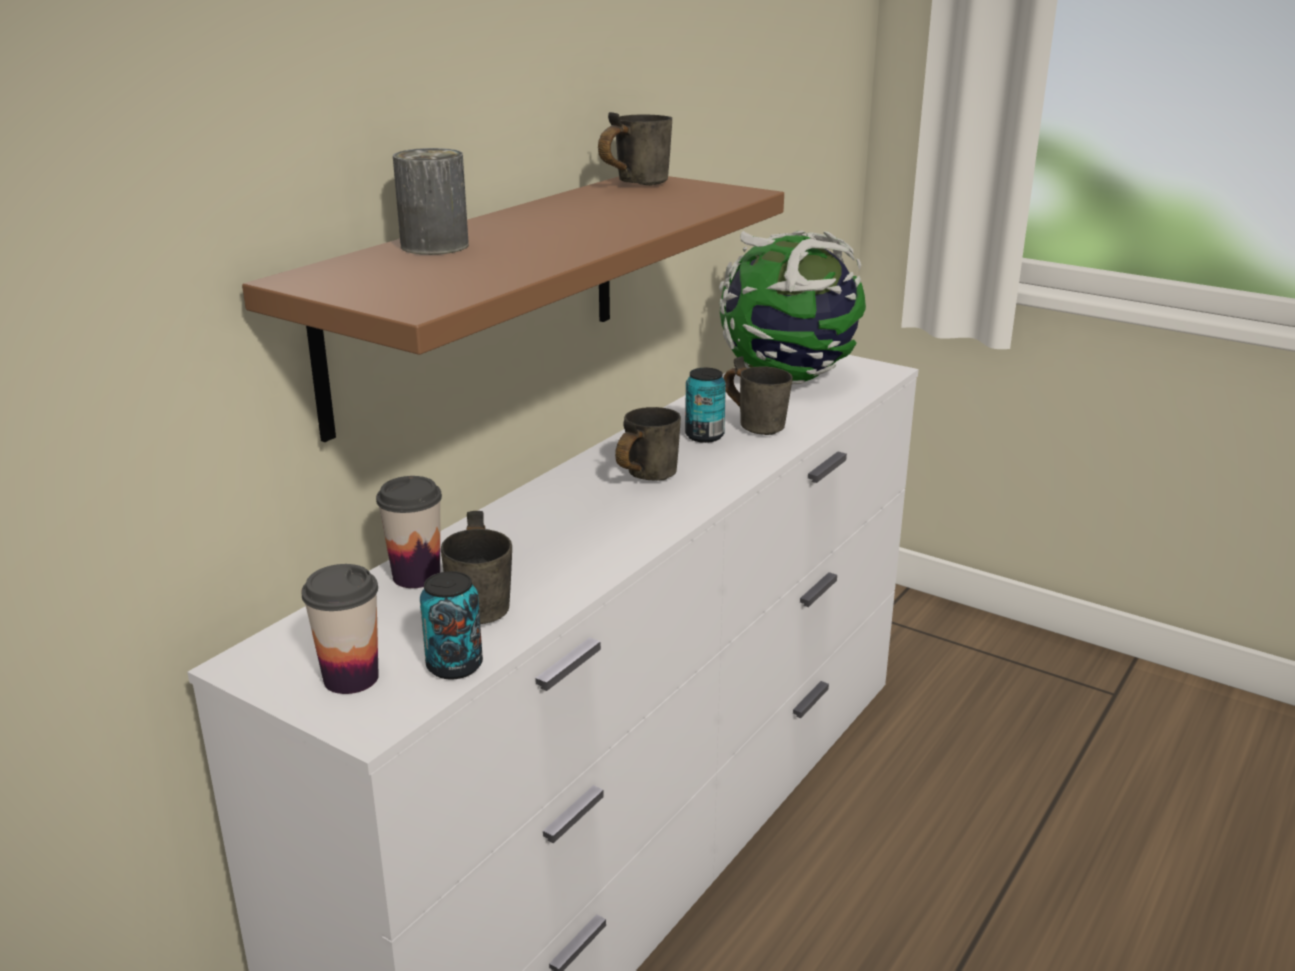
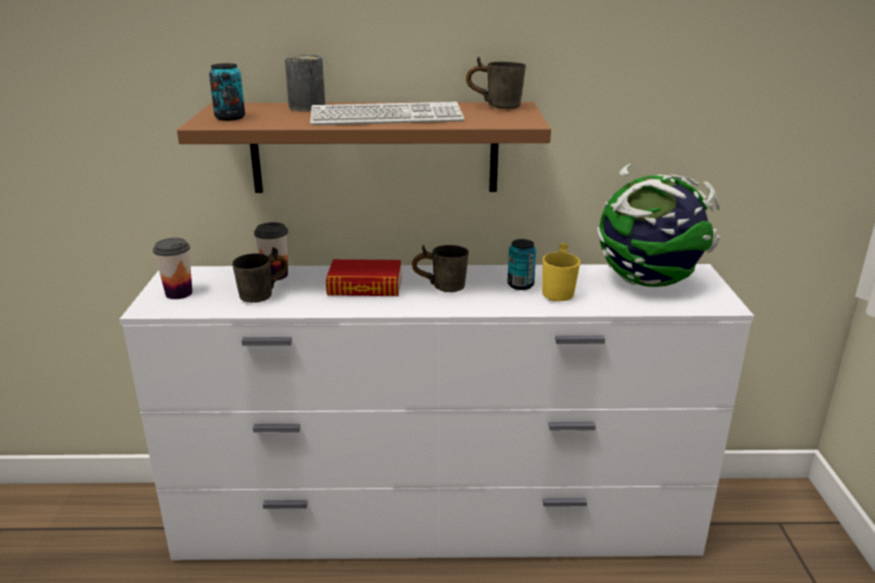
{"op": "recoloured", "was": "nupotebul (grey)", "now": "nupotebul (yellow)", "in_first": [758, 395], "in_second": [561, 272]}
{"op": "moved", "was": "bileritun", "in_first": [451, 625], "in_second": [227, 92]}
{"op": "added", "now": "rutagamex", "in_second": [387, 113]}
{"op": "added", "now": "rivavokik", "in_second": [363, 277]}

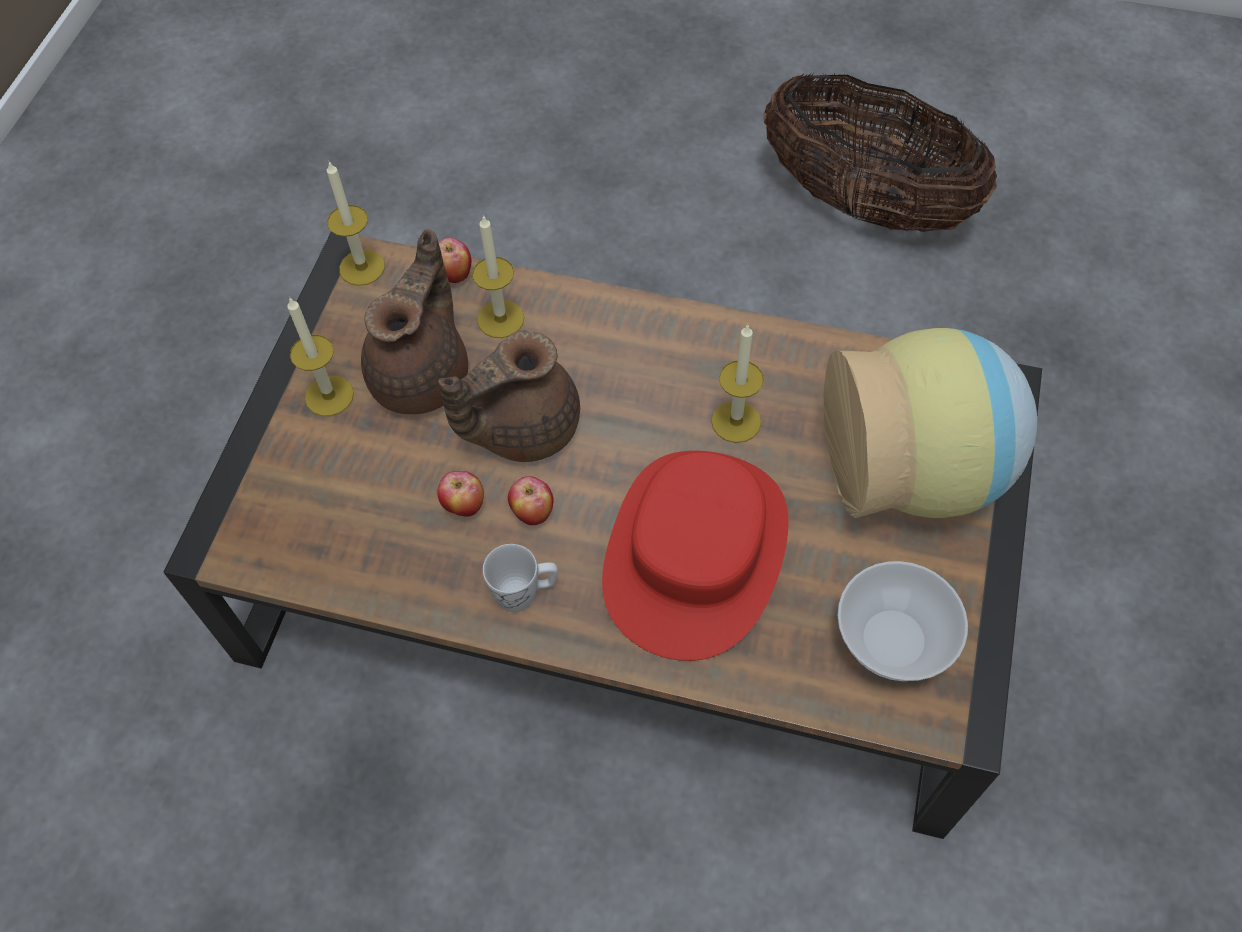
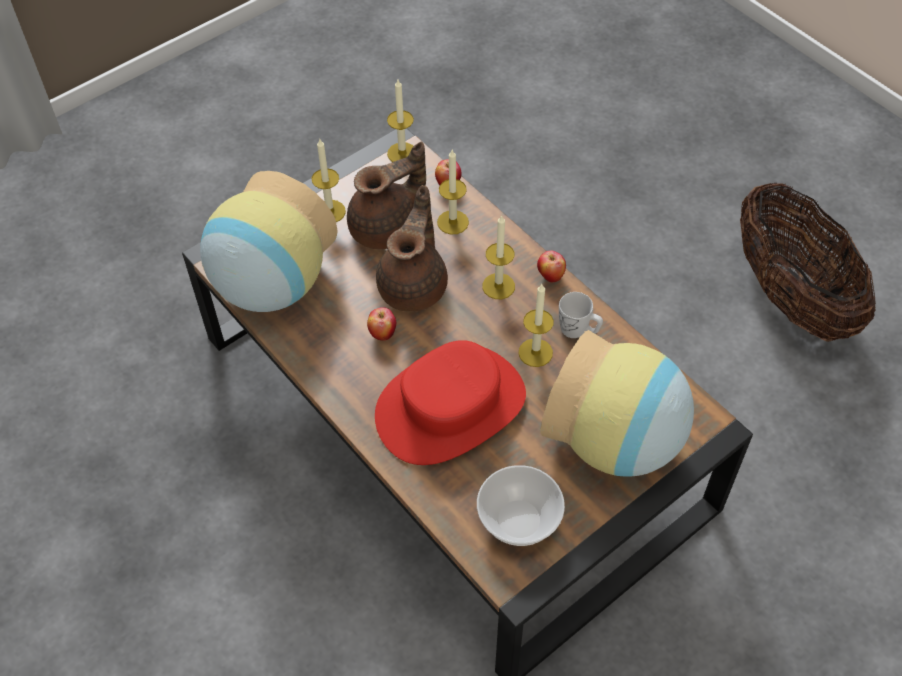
{"op": "turned", "was": "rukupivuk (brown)", "in_first": [509, 396], "in_second": [412, 248], "clockwise": 105}
{"op": "moved", "was": "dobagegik", "in_first": [460, 494], "in_second": [551, 266]}
{"op": "moved", "was": "nupotebul (white)", "in_first": [520, 578], "in_second": [581, 315]}
{"op": "added", "now": "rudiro", "in_second": [269, 241]}
{"op": "added", "now": "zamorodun", "in_second": [498, 256]}

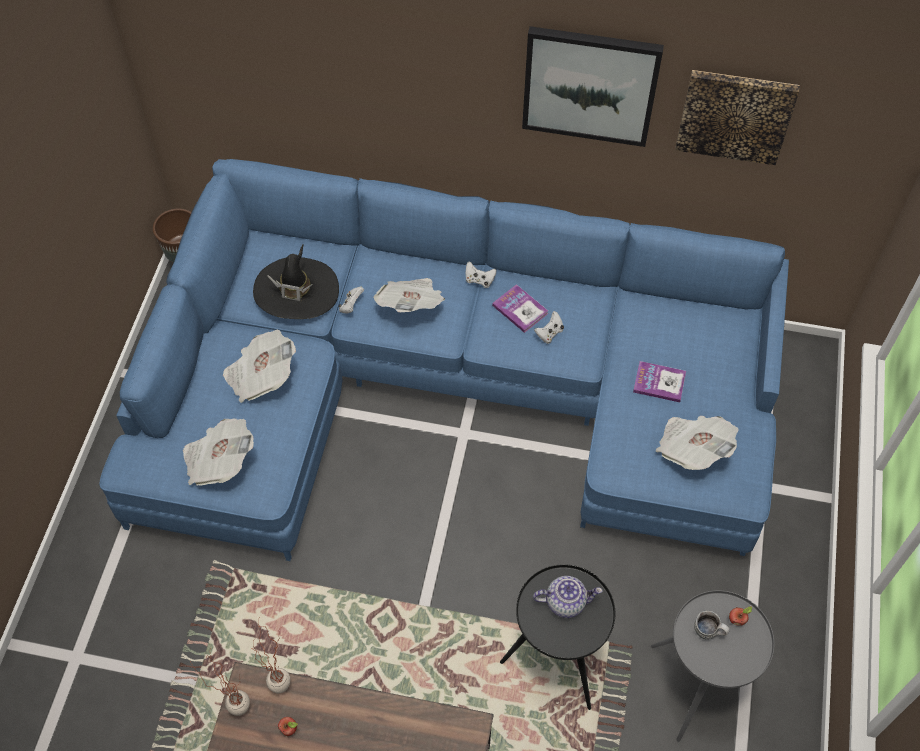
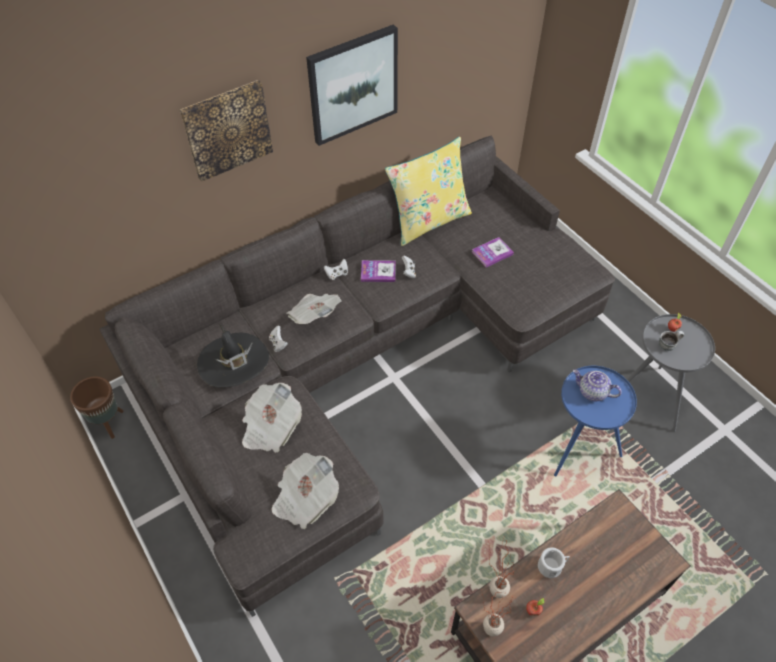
{"op": "moved", "was": "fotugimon", "in_first": [737, 117], "in_second": [226, 131]}
{"op": "recoloured", "was": "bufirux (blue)", "now": "bufirux (grey)", "in_first": [444, 360], "in_second": [357, 376]}
{"op": "removed", "was": "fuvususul", "in_first": [697, 443]}
{"op": "recoloured", "was": "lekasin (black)", "now": "lekasin (blue)", "in_first": [557, 637], "in_second": [595, 421]}
{"op": "turned", "was": "rukupivuk", "in_first": [567, 597], "in_second": [597, 385], "clockwise": -105}
{"op": "added", "now": "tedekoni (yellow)", "in_second": [428, 191]}
{"op": "added", "now": "nupotebul (white)", "in_second": [554, 562]}

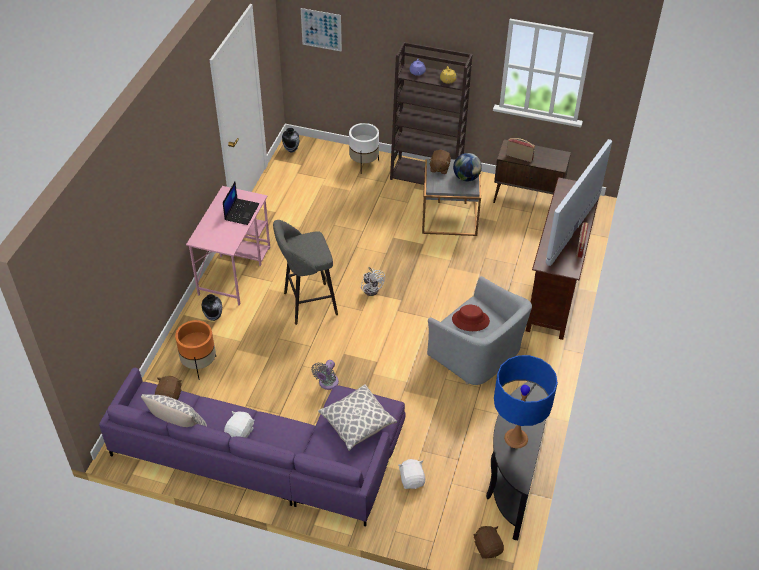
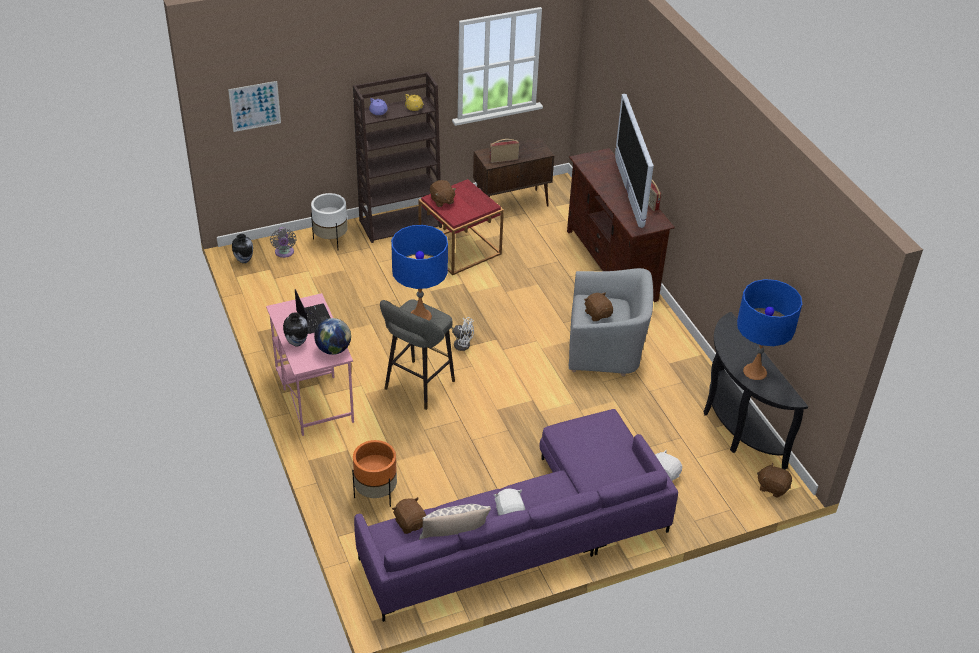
{"op": "moved", "was": "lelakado", "in_first": [467, 167], "in_second": [332, 336]}
{"op": "recoloured", "was": "lekasin (grey)", "now": "lekasin (red)", "in_first": [451, 197], "in_second": [461, 227]}
{"op": "moved", "was": "rudiro", "in_first": [211, 307], "in_second": [295, 329]}
{"op": "replaced", "was": "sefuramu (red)", "now": "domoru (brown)", "in_first": [471, 318], "in_second": [598, 306]}
{"op": "moved", "was": "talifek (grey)", "in_first": [325, 375], "in_second": [283, 242]}
{"op": "removed", "was": "tedekoni", "in_first": [357, 417]}
{"op": "added", "now": "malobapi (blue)", "in_second": [419, 273]}

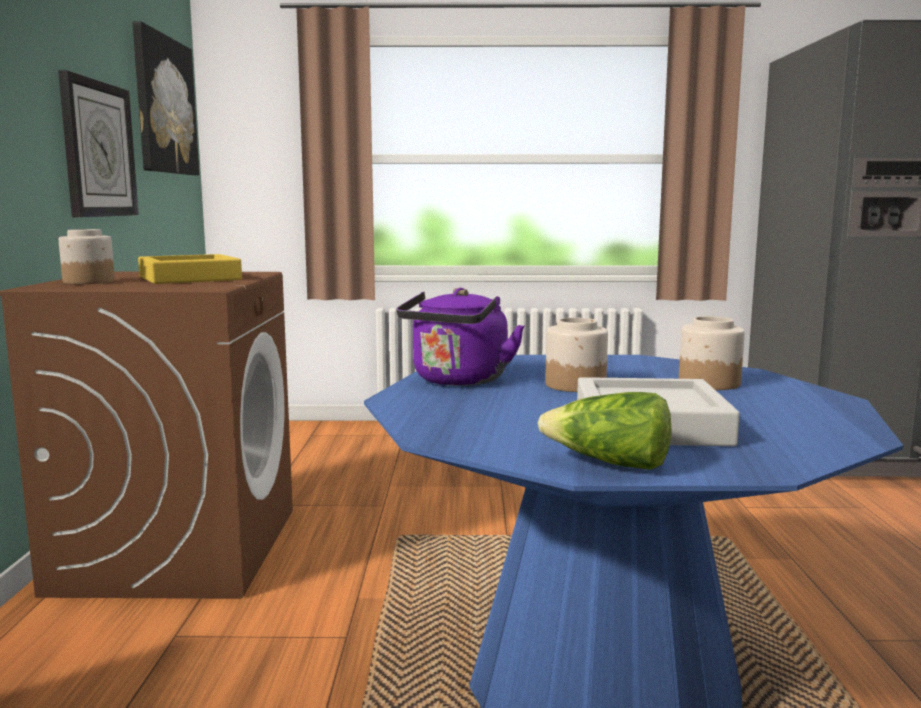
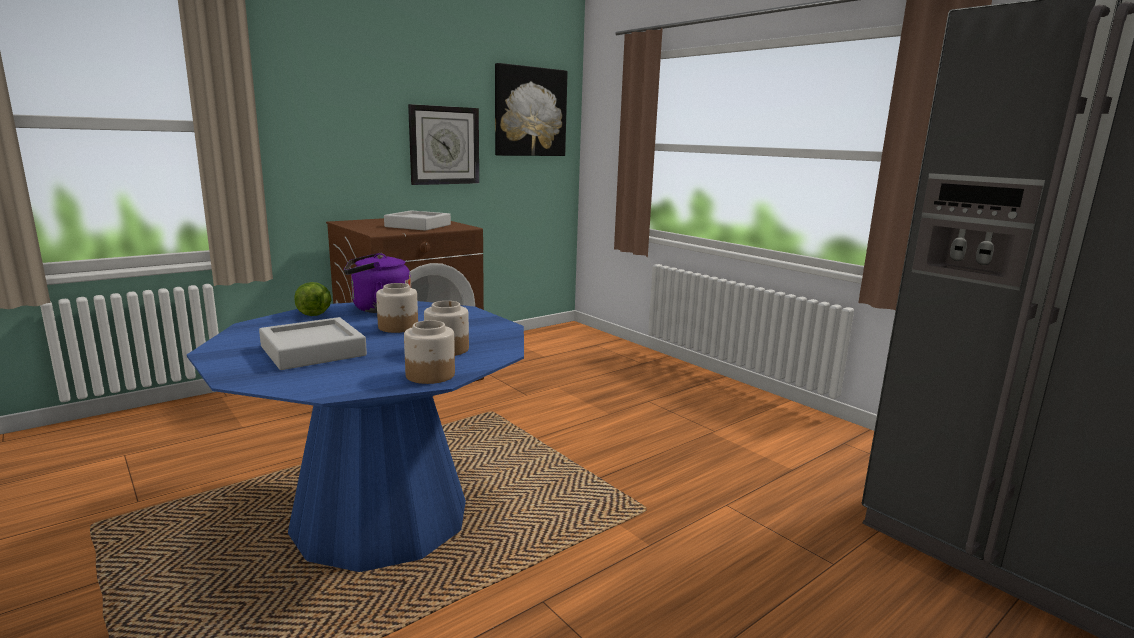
{"op": "moved", "was": "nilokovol", "in_first": [87, 256], "in_second": [429, 352]}
{"op": "recoloured", "was": "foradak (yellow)", "now": "foradak (grey)", "in_first": [190, 269], "in_second": [417, 220]}
{"op": "moved", "was": "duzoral", "in_first": [605, 431], "in_second": [312, 299]}

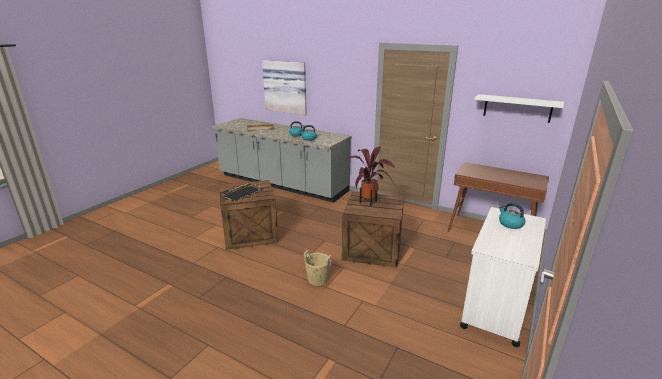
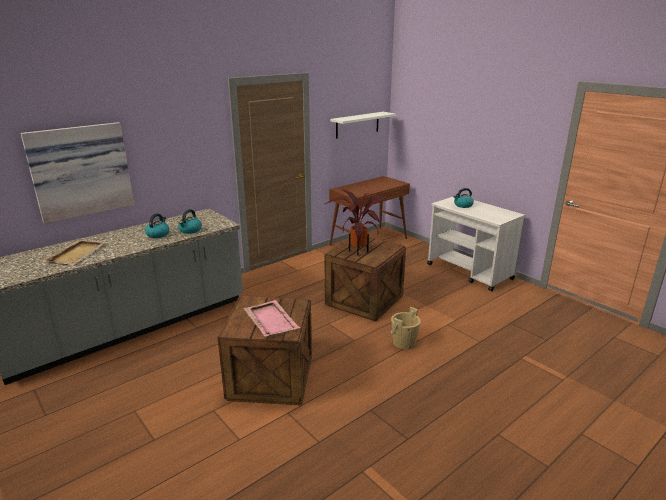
{"op": "recoloured", "was": "foradak (black)", "now": "foradak (pink)", "in_first": [241, 192], "in_second": [272, 318]}

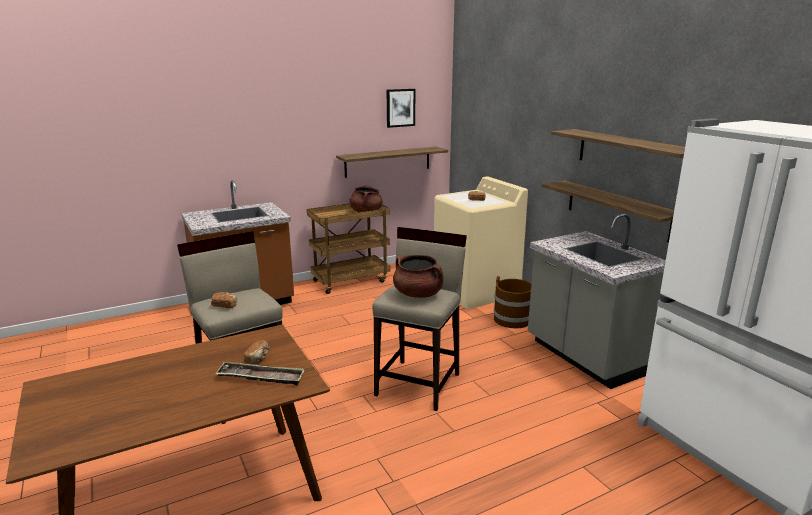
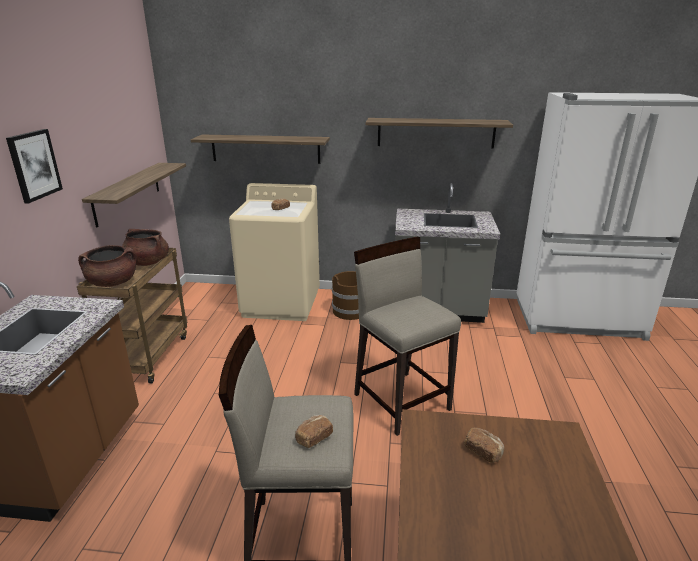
{"op": "moved", "was": "fotugimon", "in_first": [401, 108], "in_second": [34, 166]}
{"op": "moved", "was": "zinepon", "in_first": [607, 212], "in_second": [260, 149]}
{"op": "moved", "was": "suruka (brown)", "in_first": [418, 276], "in_second": [107, 266]}
{"op": "removed", "was": "foradak", "in_first": [260, 373]}

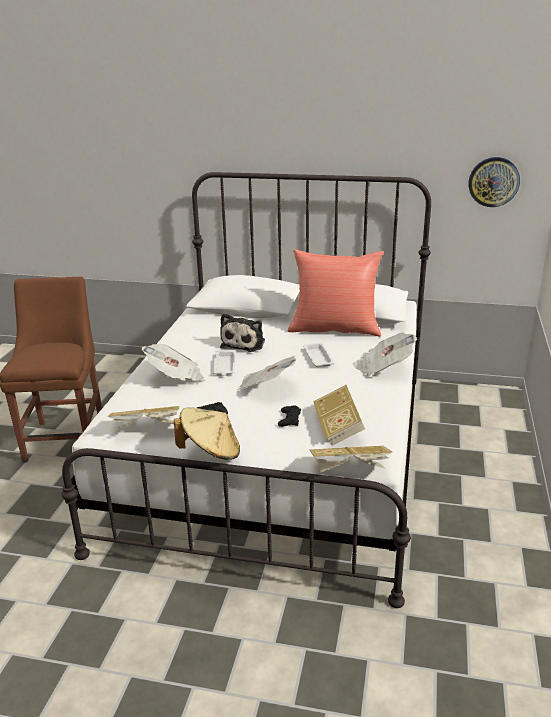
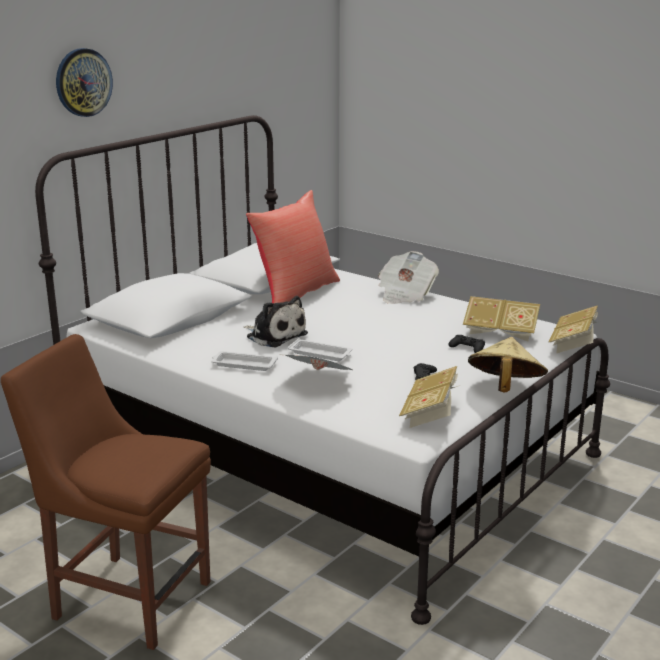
{"op": "moved", "was": "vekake", "in_first": [494, 182], "in_second": [84, 82]}
{"op": "moved", "was": "foradak (white)", "in_first": [319, 355], "in_second": [244, 361]}
{"op": "removed", "was": "fuvususul", "in_first": [267, 373]}

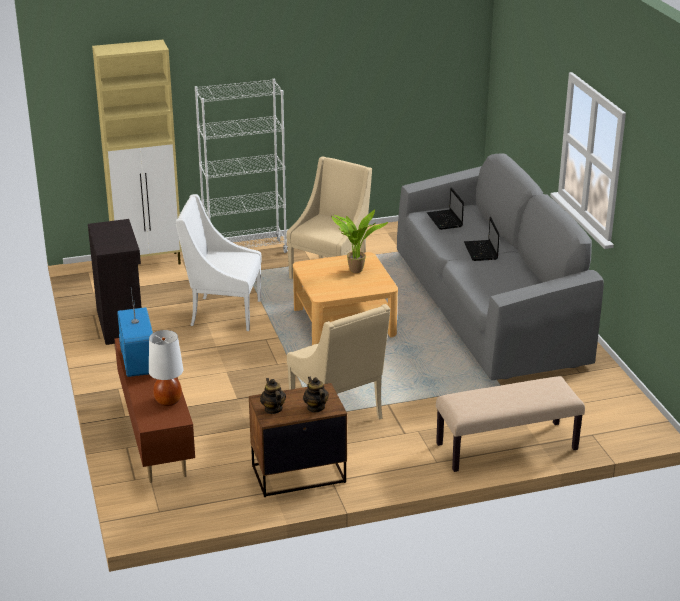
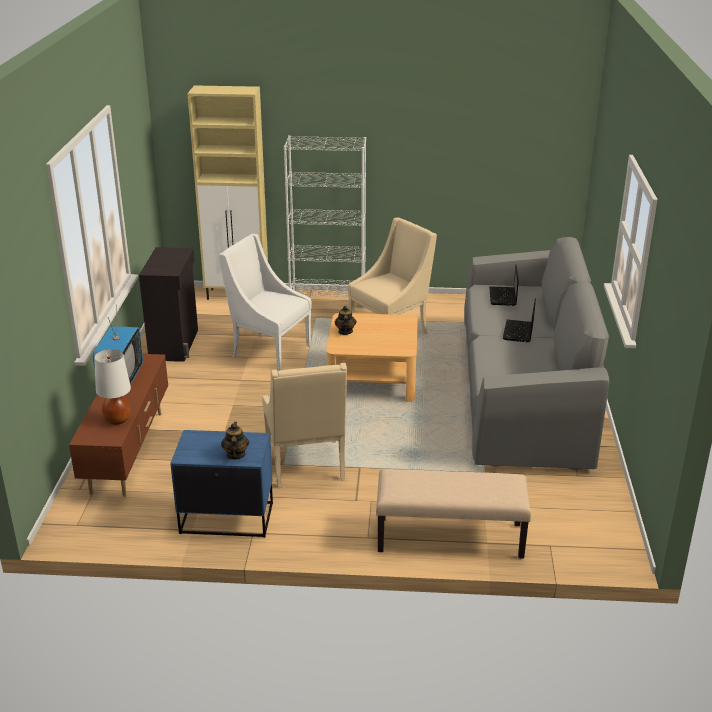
{"op": "removed", "was": "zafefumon", "in_first": [359, 241]}
{"op": "moved", "was": "rukupivuk", "in_first": [273, 396], "in_second": [345, 320]}
{"op": "recoloured", "was": "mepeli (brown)", "now": "mepeli (blue)", "in_first": [298, 440], "in_second": [221, 484]}

